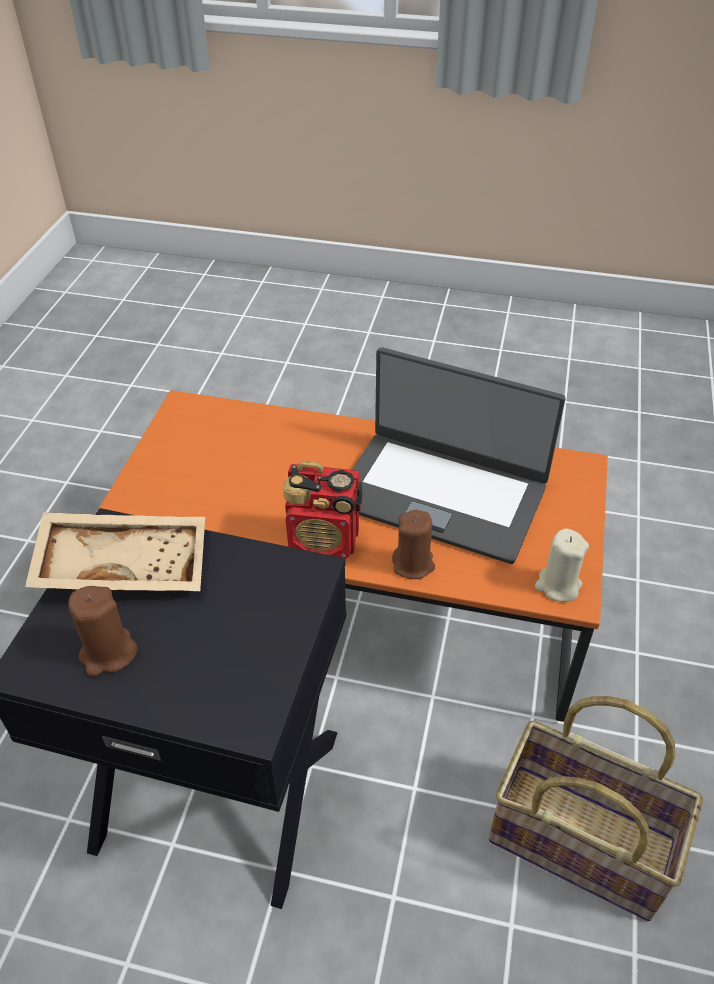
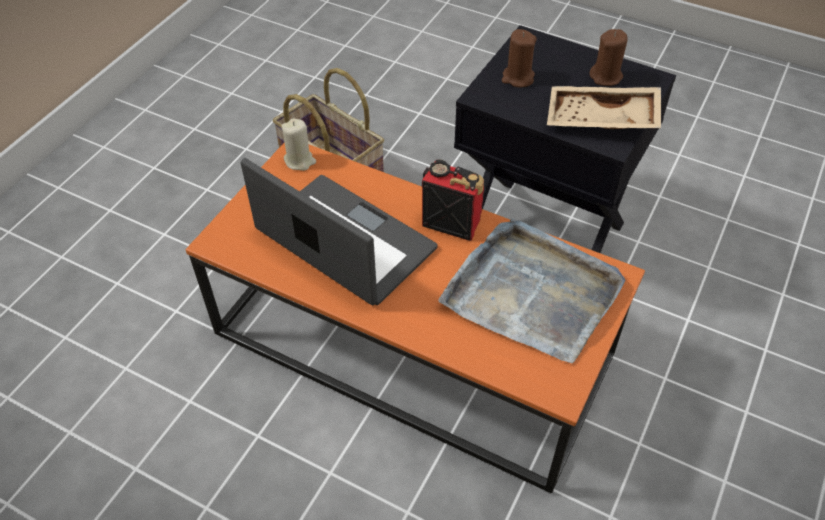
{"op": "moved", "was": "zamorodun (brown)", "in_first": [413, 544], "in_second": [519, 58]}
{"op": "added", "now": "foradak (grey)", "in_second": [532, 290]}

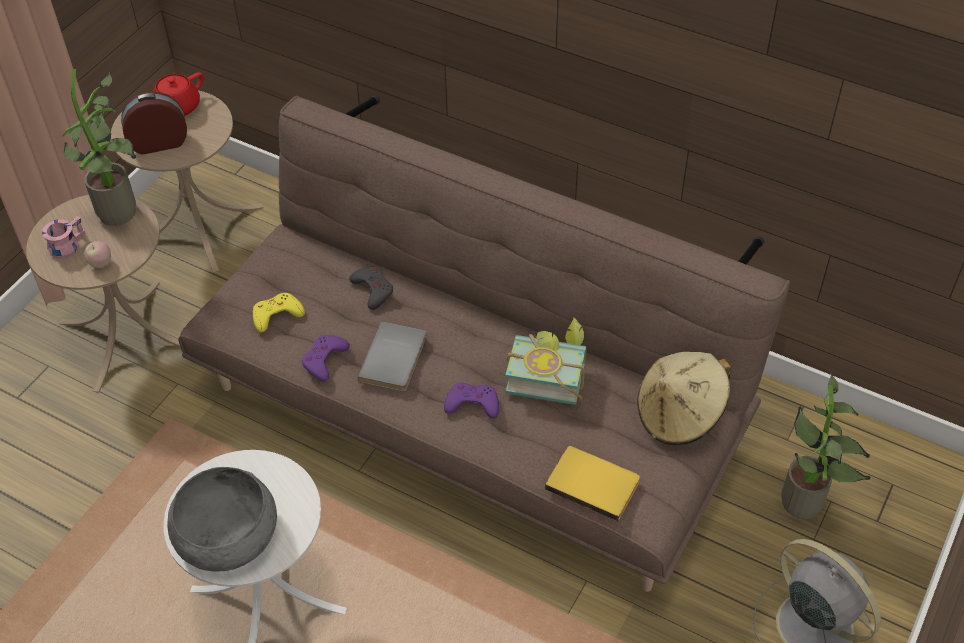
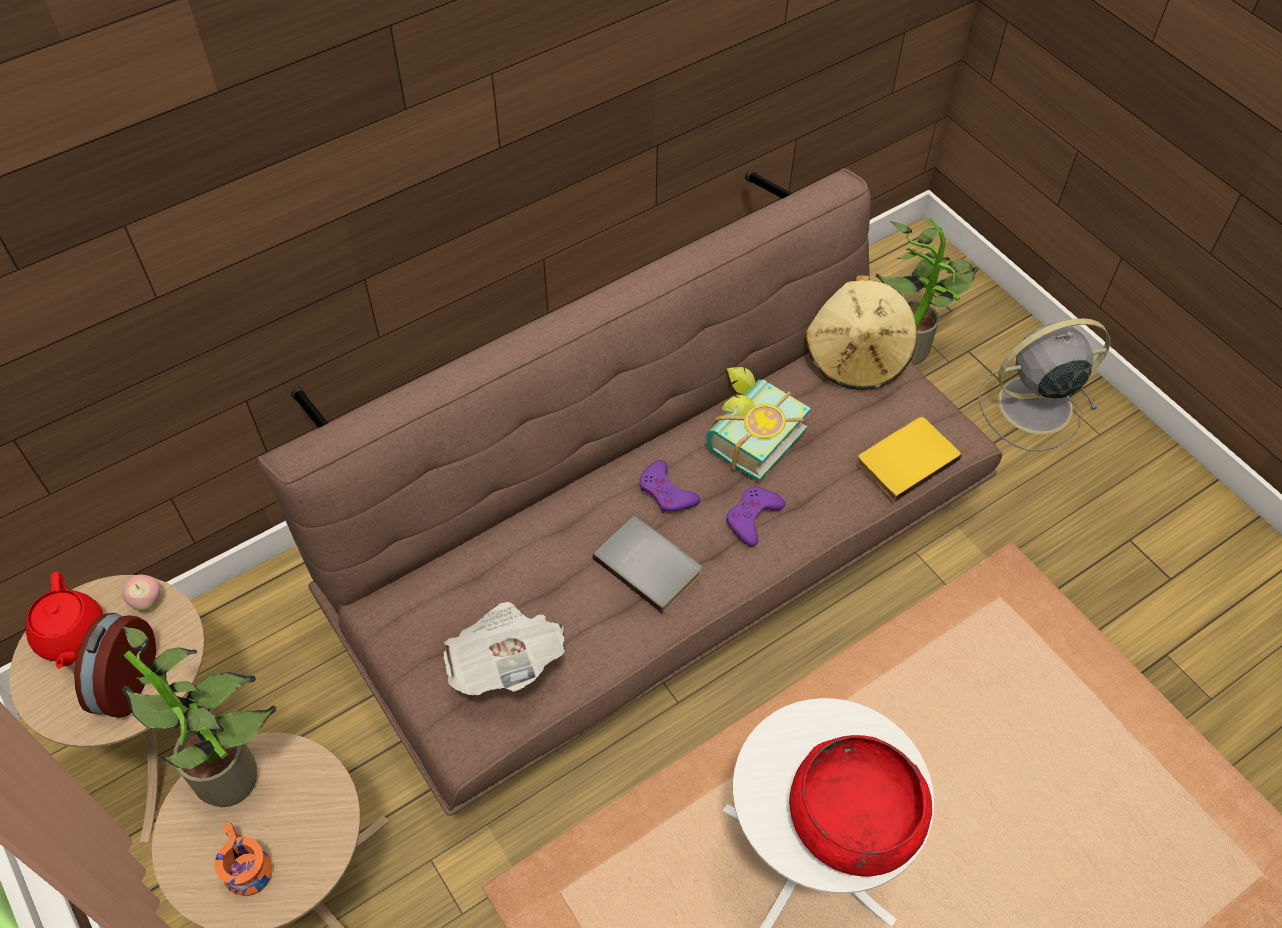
{"op": "recoloured", "was": "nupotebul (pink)", "now": "nupotebul (orange)", "in_first": [63, 237], "in_second": [243, 859]}
{"op": "moved", "was": "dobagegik", "in_first": [97, 254], "in_second": [141, 593]}
{"op": "removed", "was": "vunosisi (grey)", "in_first": [371, 288]}
{"op": "replaced", "was": "vunosisi (yellow)", "now": "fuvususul", "in_first": [279, 312], "in_second": [504, 648]}
{"op": "moved", "was": "vunosisi (purple)", "in_first": [326, 358], "in_second": [669, 486]}
{"op": "recoloured", "was": "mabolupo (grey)", "now": "mabolupo (red)", "in_first": [222, 519], "in_second": [860, 806]}

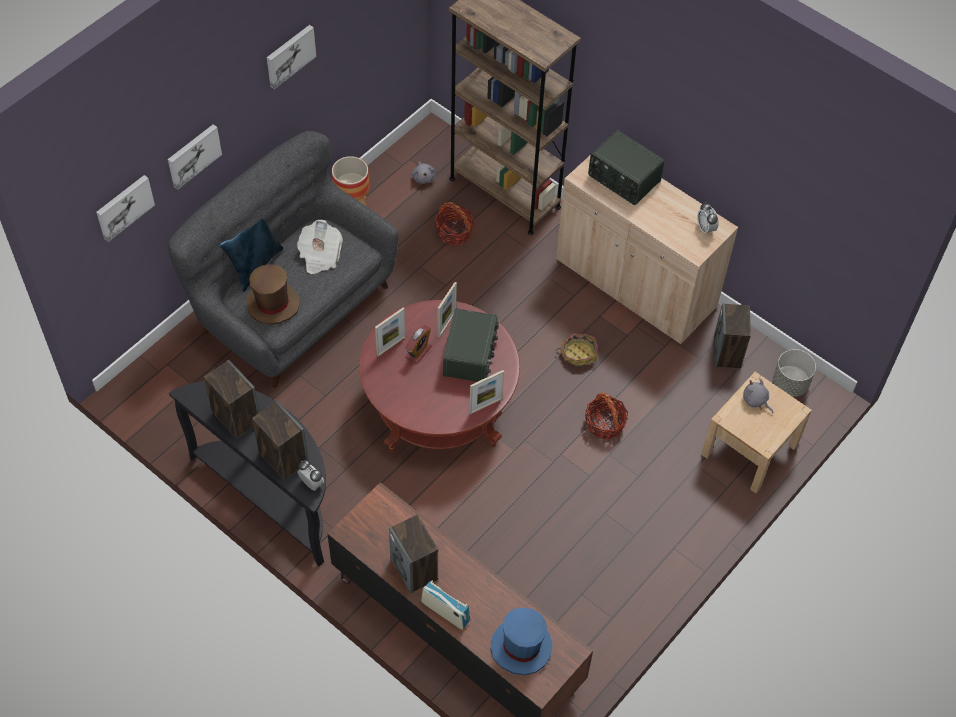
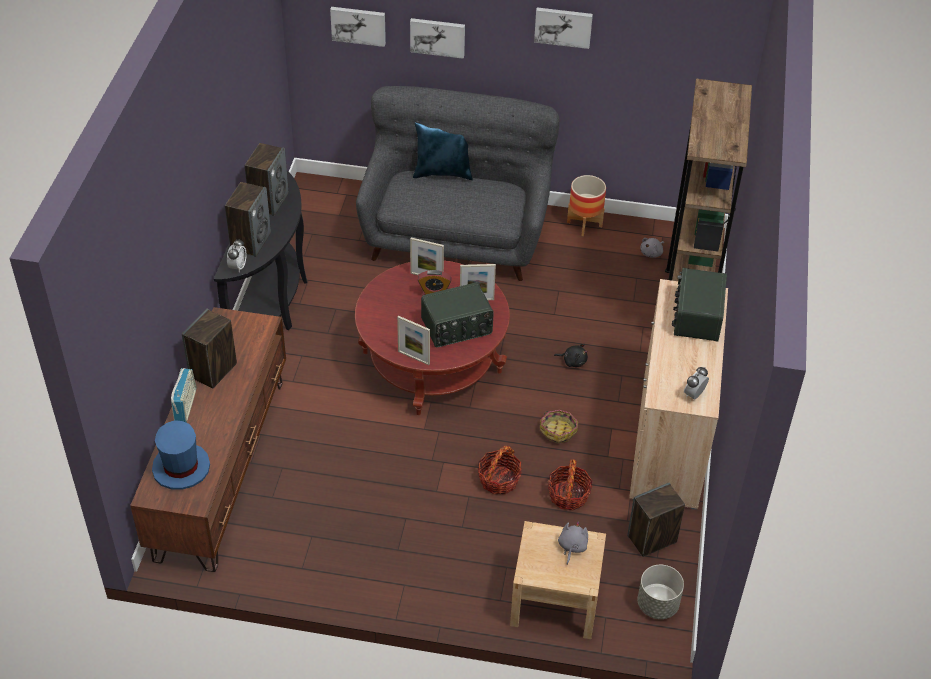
{"op": "moved", "was": "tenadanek", "in_first": [454, 223], "in_second": [570, 484]}
{"op": "removed", "was": "fuvususul", "in_first": [320, 247]}
{"op": "removed", "was": "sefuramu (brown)", "in_first": [273, 294]}
{"op": "added", "now": "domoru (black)", "in_second": [571, 355]}

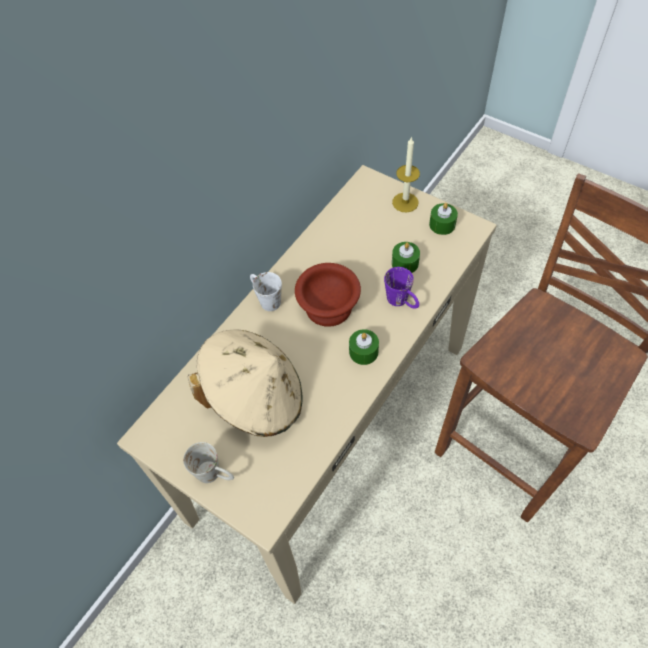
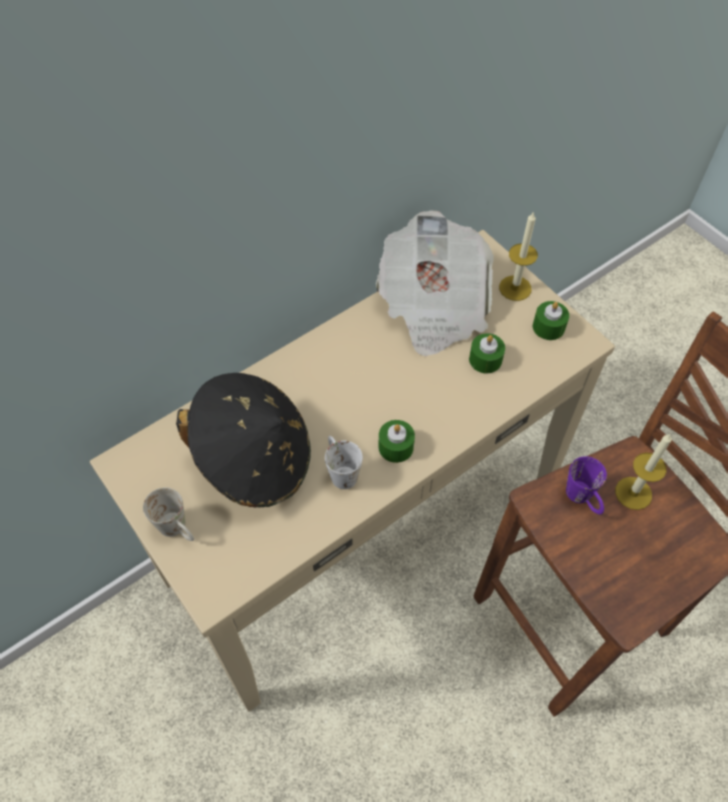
{"op": "removed", "was": "mabolupo (brown)", "in_first": [328, 295]}
{"op": "moved", "was": "nupotebul (purple)", "in_first": [401, 287], "in_second": [586, 485]}
{"op": "moved", "was": "nupotebul (white)", "in_first": [266, 291], "in_second": [344, 462]}
{"op": "recoloured", "was": "sefuramu (beige)", "now": "sefuramu (black)", "in_first": [245, 383], "in_second": [243, 440]}
{"op": "added", "now": "fuvususul", "in_second": [434, 283]}
{"op": "added", "now": "zamorodun", "in_second": [643, 471]}

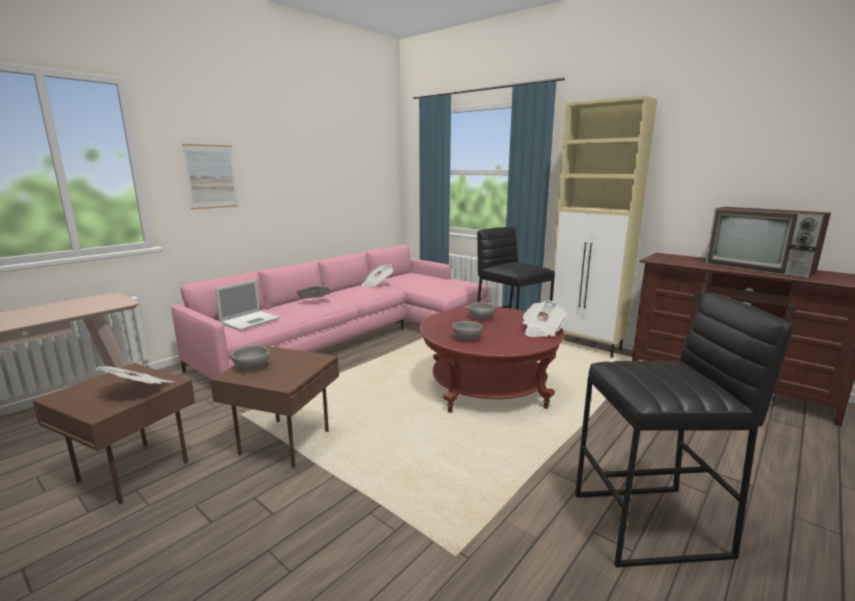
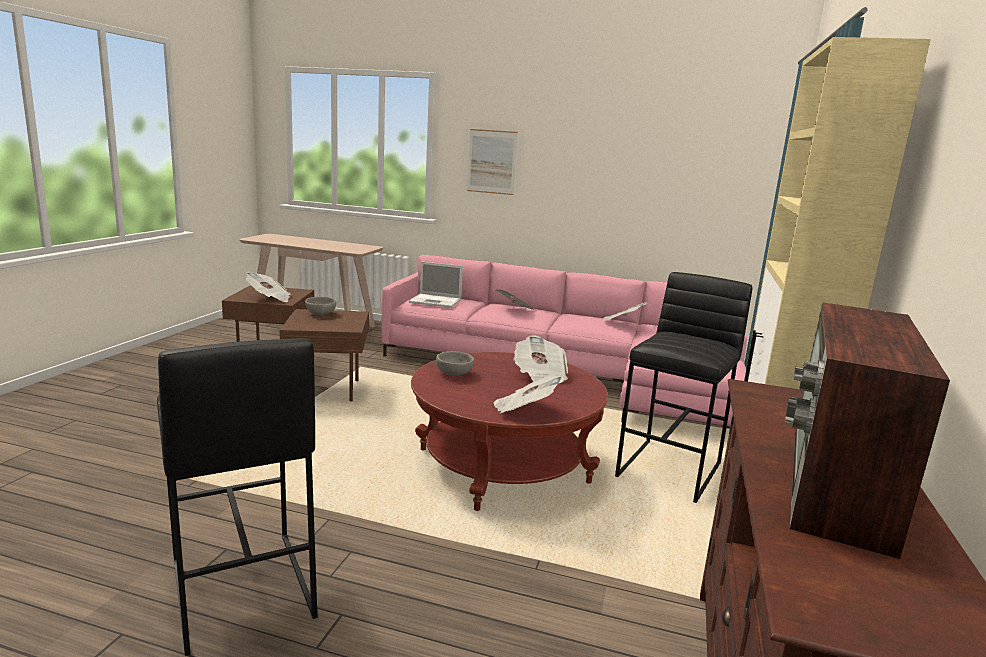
{"op": "replaced", "was": "mabolupo (grey)", "now": "fuvususul", "in_first": [481, 310], "in_second": [540, 359]}

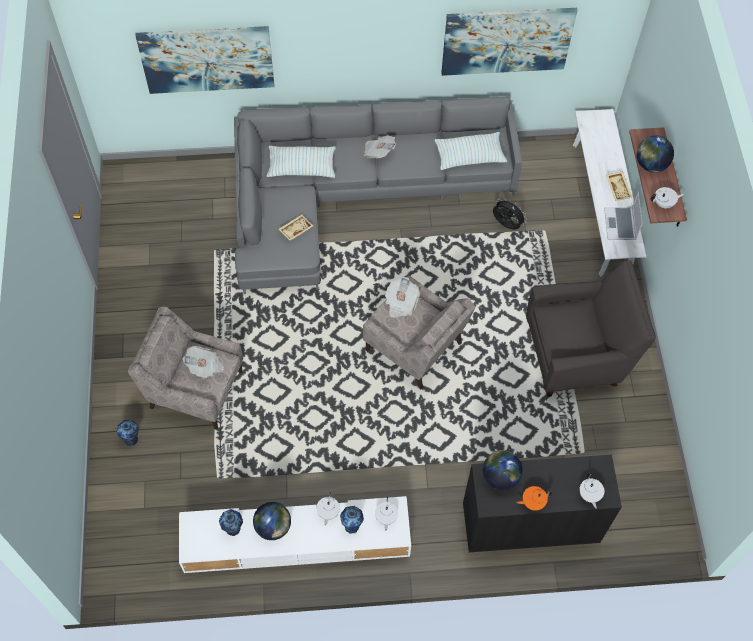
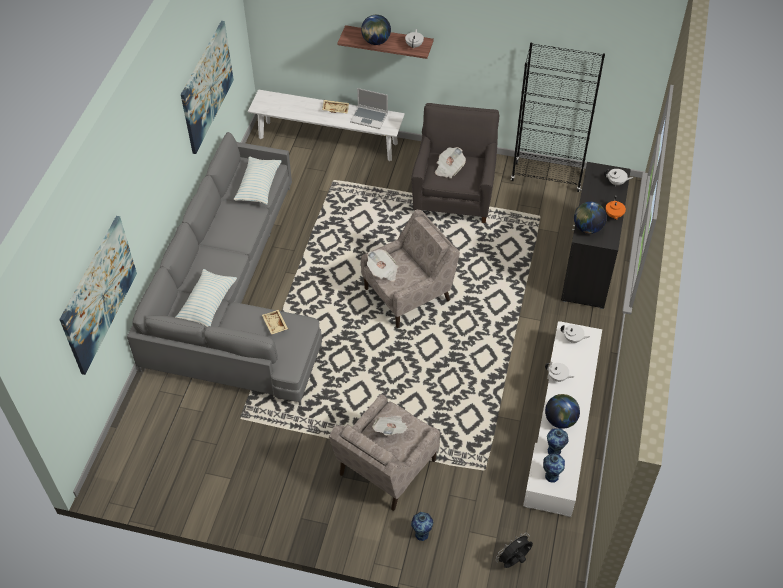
{"op": "moved", "was": "fuvususul", "in_first": [380, 147], "in_second": [450, 162]}
{"op": "moved", "was": "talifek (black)", "in_first": [510, 214], "in_second": [514, 550]}
{"op": "moved", "was": "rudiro", "in_first": [352, 520], "in_second": [554, 468]}
{"op": "added", "now": "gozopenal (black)", "in_second": [558, 117]}

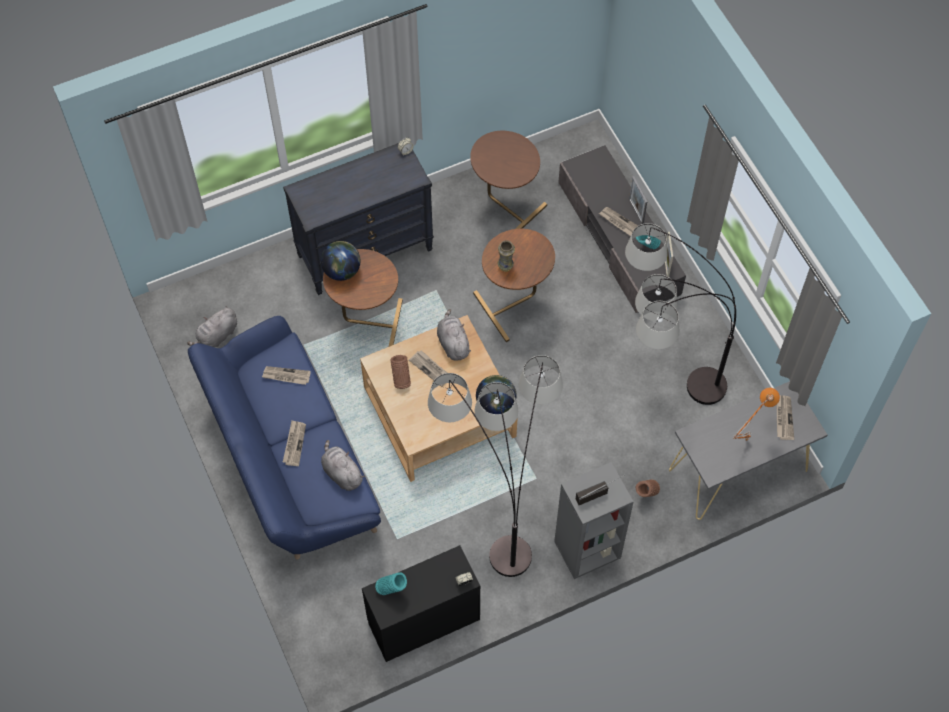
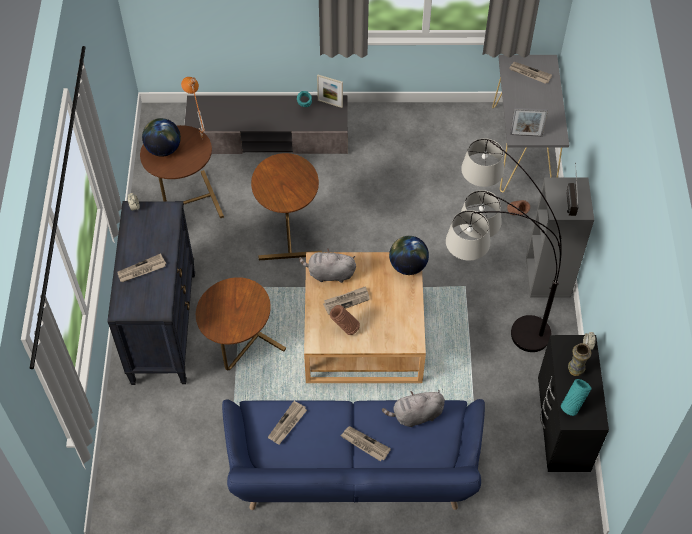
{"op": "moved", "was": "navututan", "in_first": [638, 200], "in_second": [529, 122]}
{"op": "moved", "was": "fuvususul", "in_first": [618, 221], "in_second": [141, 268]}
{"op": "removed", "was": "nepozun", "in_first": [680, 314]}
{"op": "moved", "was": "rudiro", "in_first": [506, 256], "in_second": [579, 359]}
{"op": "moved", "was": "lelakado", "in_first": [340, 261], "in_second": [161, 137]}
{"op": "removed", "was": "domoru (grey)", "in_first": [212, 326]}
{"op": "moved", "was": "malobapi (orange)", "in_first": [756, 414], "in_second": [193, 107]}

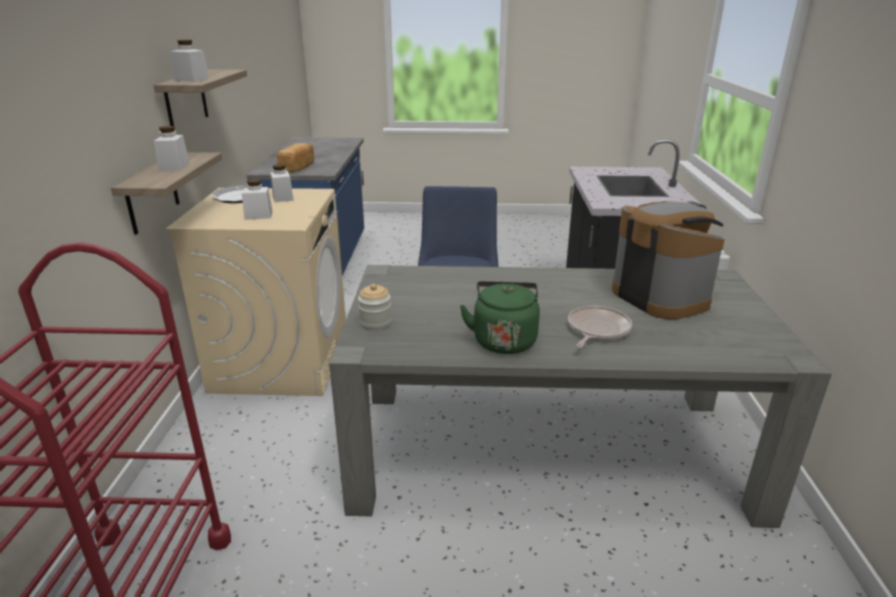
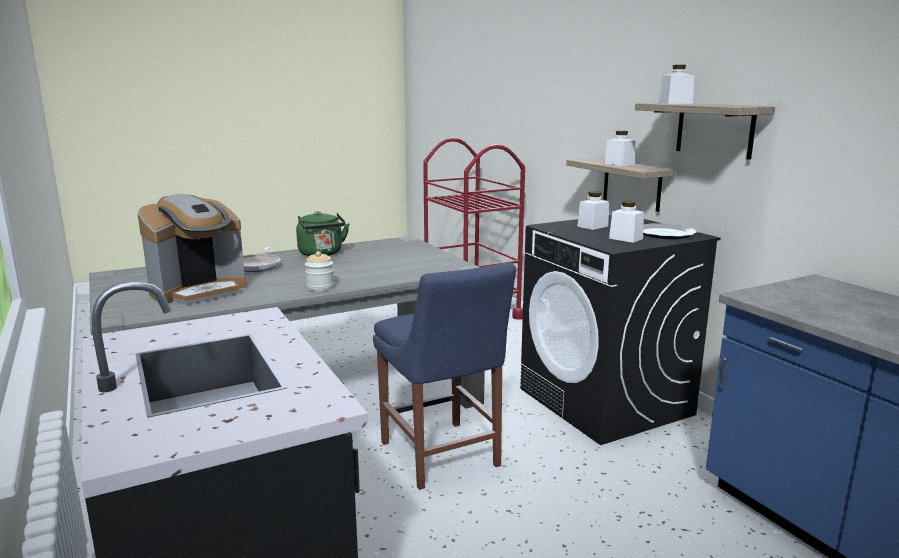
{"op": "removed", "was": "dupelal", "in_first": [295, 158]}
{"op": "recoloured", "was": "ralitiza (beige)", "now": "ralitiza (black)", "in_first": [255, 292], "in_second": [620, 330]}
{"op": "turned", "was": "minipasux", "in_first": [668, 260], "in_second": [191, 249], "clockwise": -75}
{"op": "moved", "was": "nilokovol", "in_first": [375, 307], "in_second": [319, 271]}

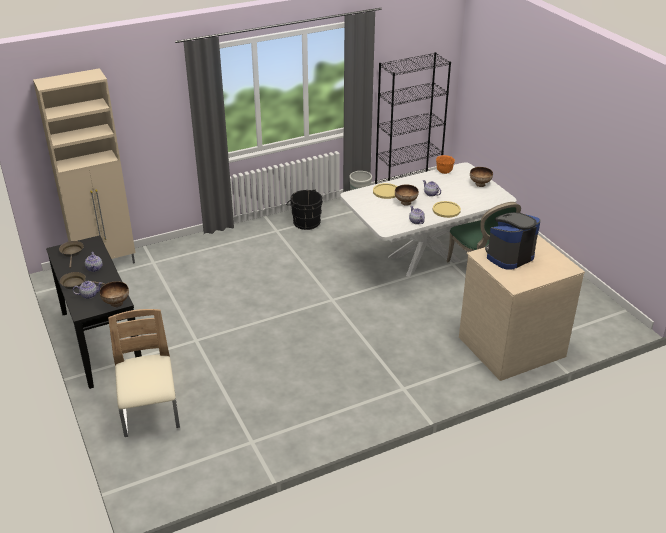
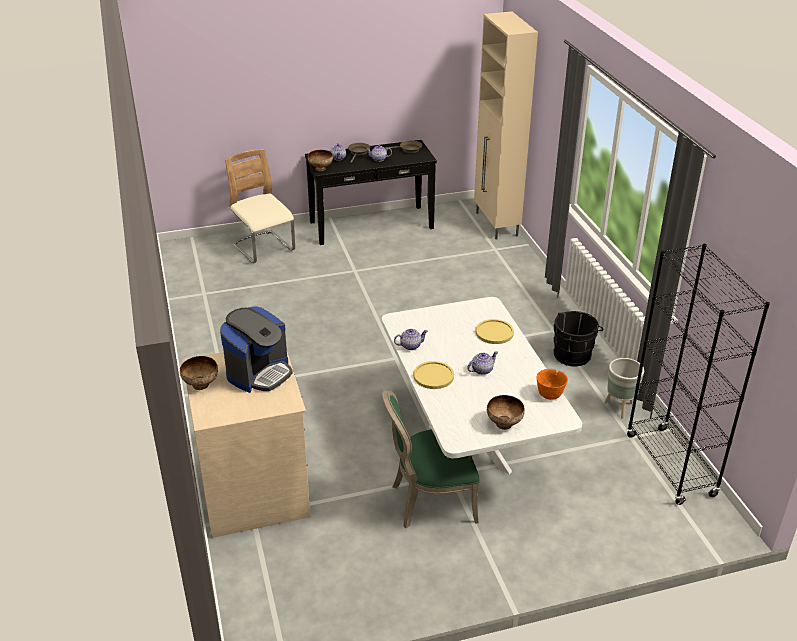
{"op": "moved", "was": "mabolupo", "in_first": [407, 195], "in_second": [199, 373]}
{"op": "turned", "was": "minipasux", "in_first": [512, 241], "in_second": [256, 349], "clockwise": 60}
{"op": "turned", "was": "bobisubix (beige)", "in_first": [144, 373], "in_second": [260, 206], "clockwise": -120}

